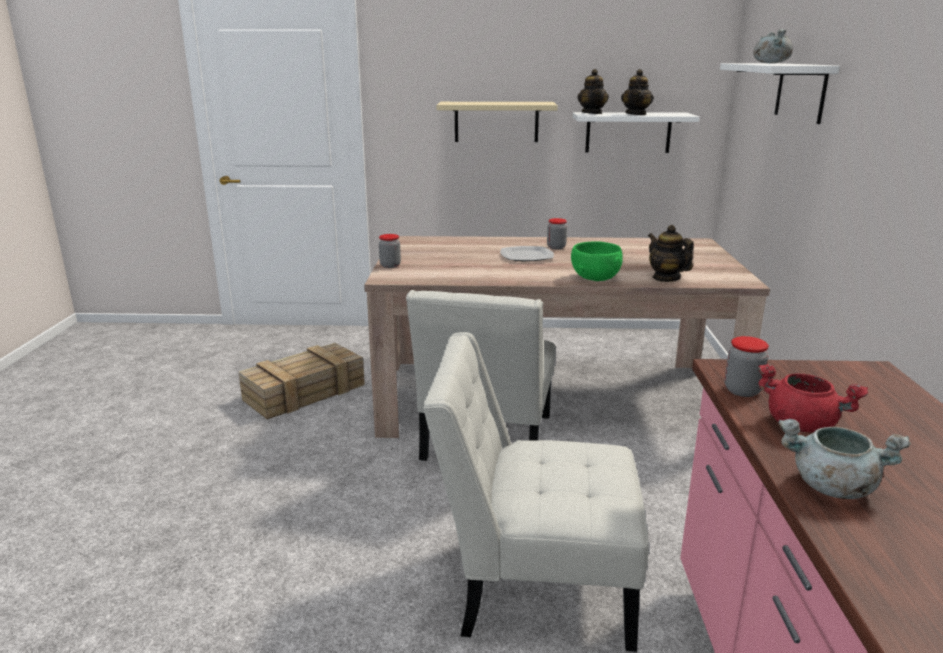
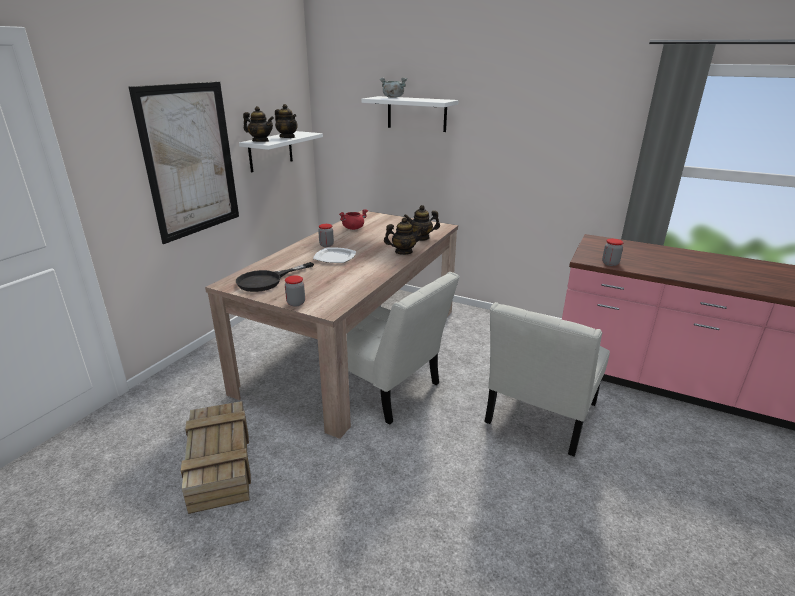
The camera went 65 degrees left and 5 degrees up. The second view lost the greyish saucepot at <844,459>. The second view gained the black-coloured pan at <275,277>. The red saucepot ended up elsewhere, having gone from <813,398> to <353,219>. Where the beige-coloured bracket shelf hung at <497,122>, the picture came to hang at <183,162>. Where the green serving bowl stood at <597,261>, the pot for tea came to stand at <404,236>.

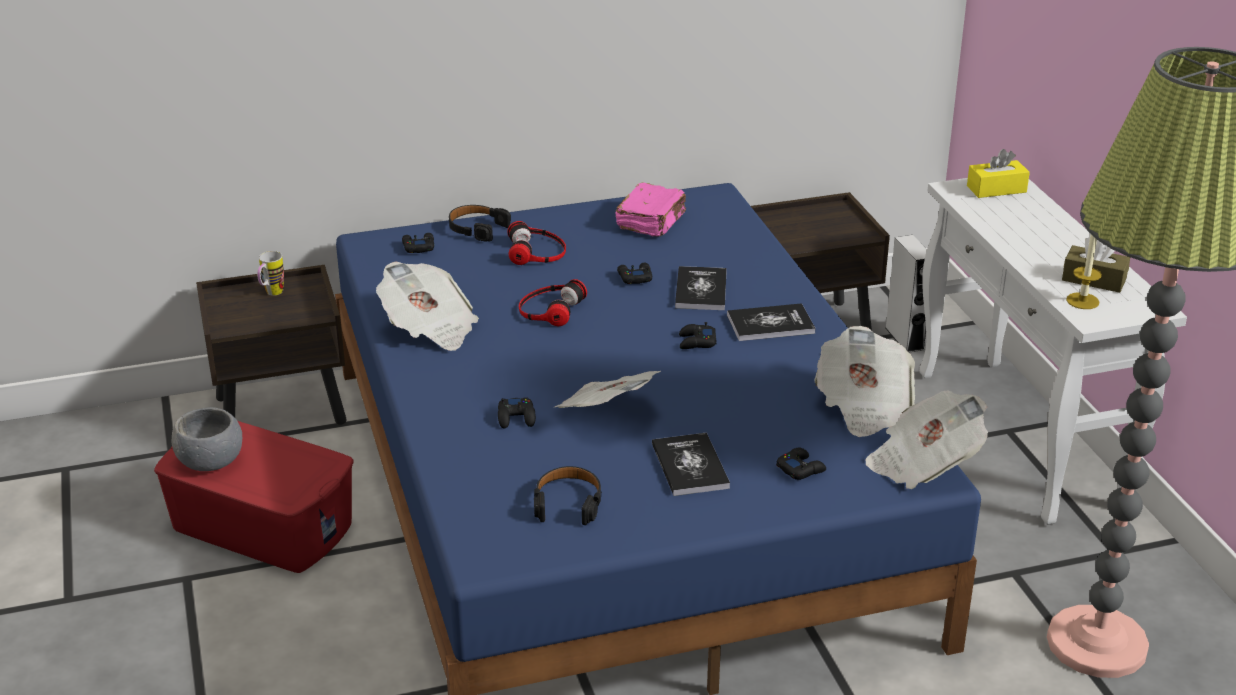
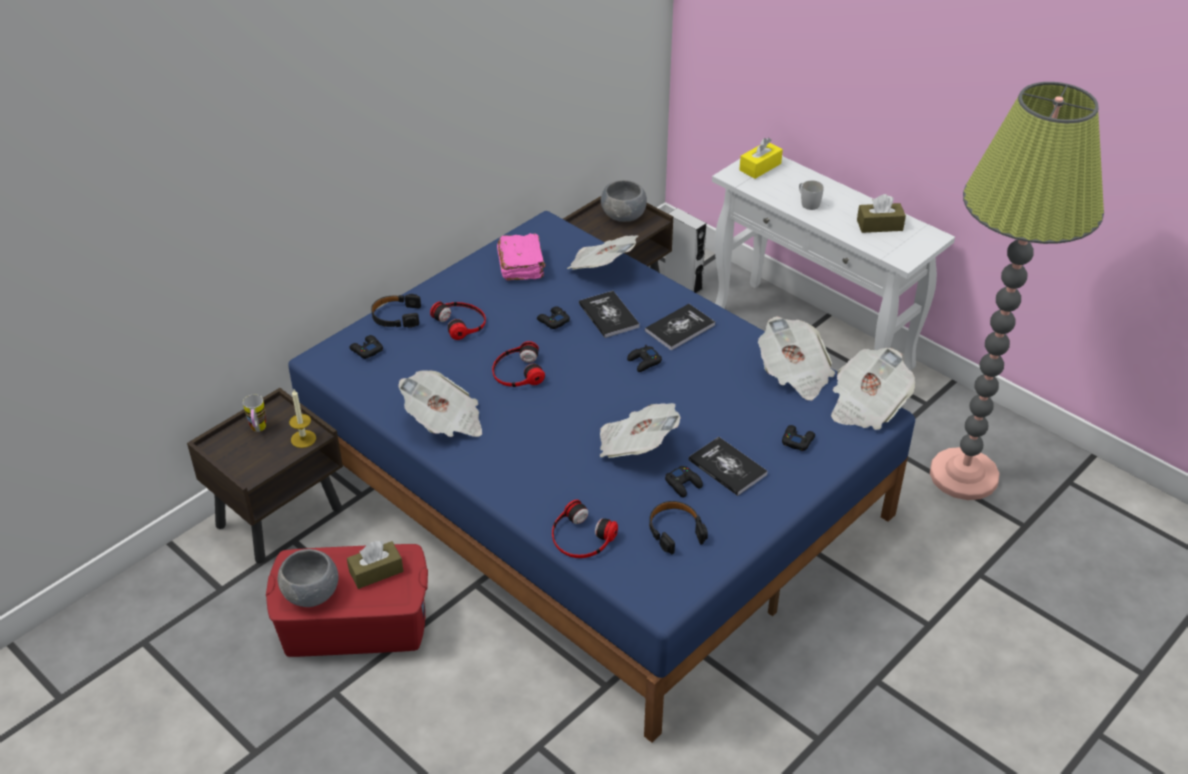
The camera went 30 degrees left and 10 degrees up. The second view gained the brownish tissue holder at <375,564>. The second view gained the headphones at <585,529>. The second view gained the printed paper at <602,252>. The second view gained the greyish serving bowl at <624,201>. The second view gained the whitish tea mug at <811,195>. The black-coloured joypad ended up elsewhere, having gone from <517,413> to <684,481>. The wax candle ended up elsewhere, having gone from <1084,272> to <302,418>.

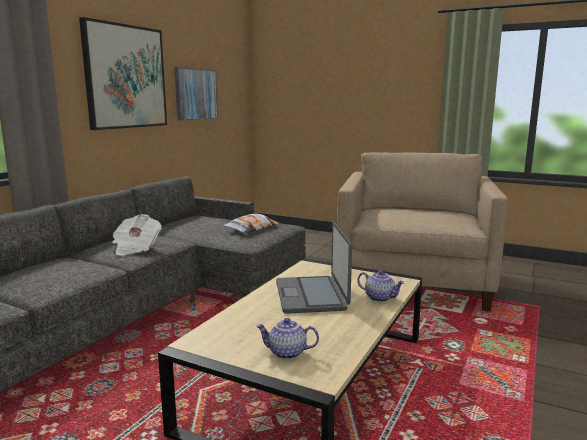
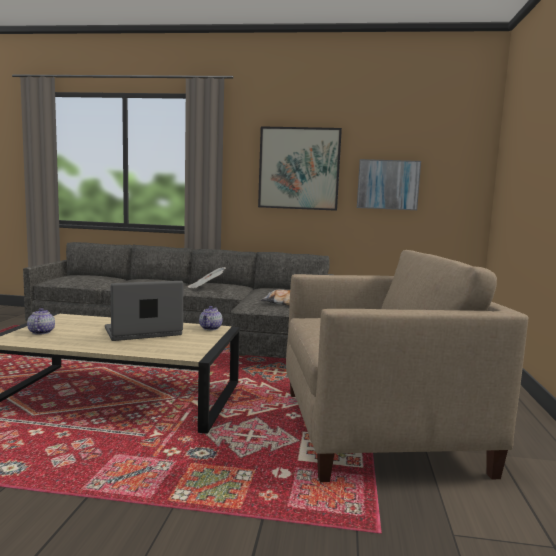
The camera went 70 degrees right and 5 degrees down. The pot for tea ended up elsewhere, having gone from <381,286> to <210,318>.

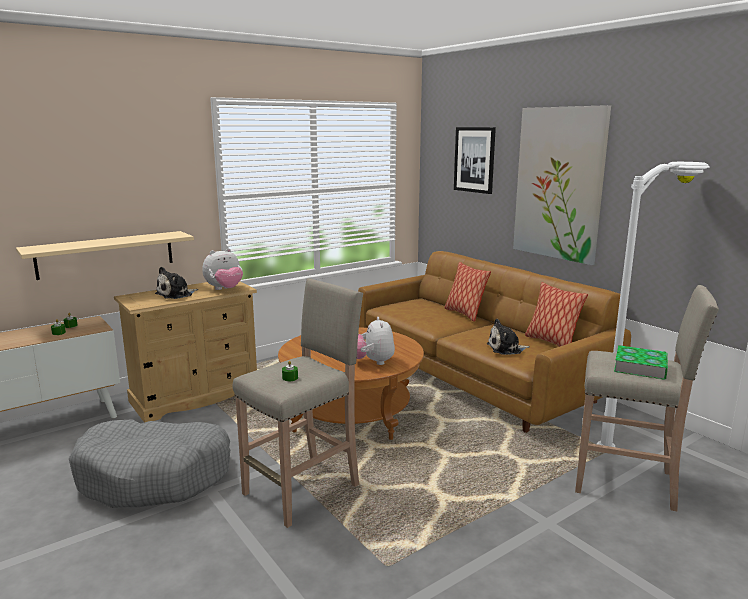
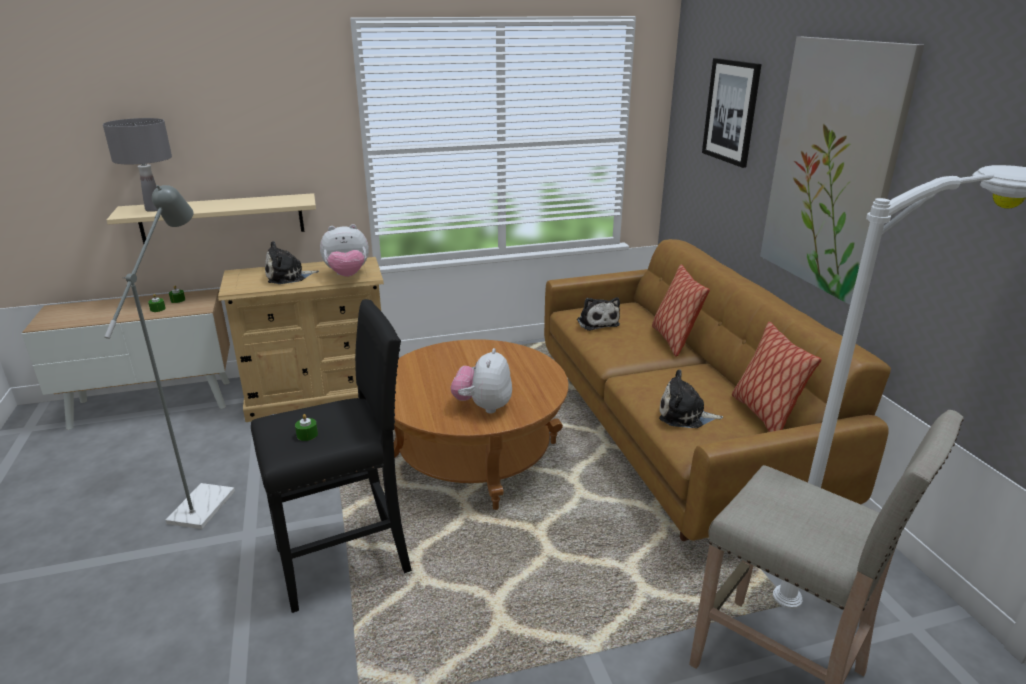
The camera went 20 degrees right and 10 degrees up. The second view lost the volume at <641,362>. The second view gained the greyish lamp for a table at <137,165>. The second view gained the cuddly toy at <598,314>. Where the greyish dog bed stood at <149,463>, the greyish standard lamp came to stand at <169,357>. What was the beige-coloured stool seat at <298,403> turned into the black-coloured stool seat at <331,456>.

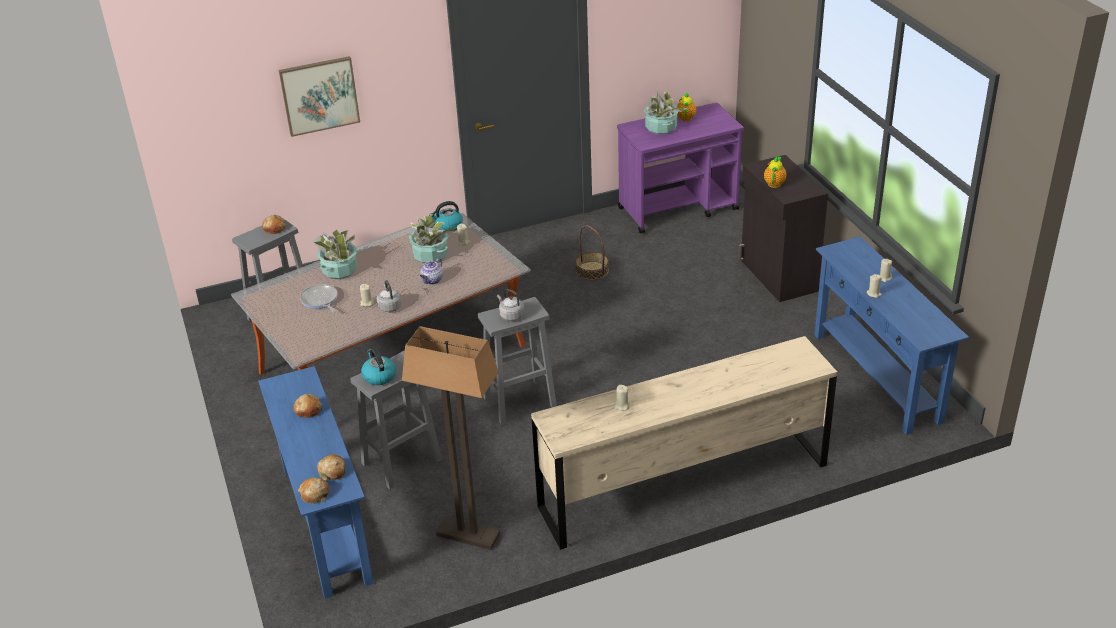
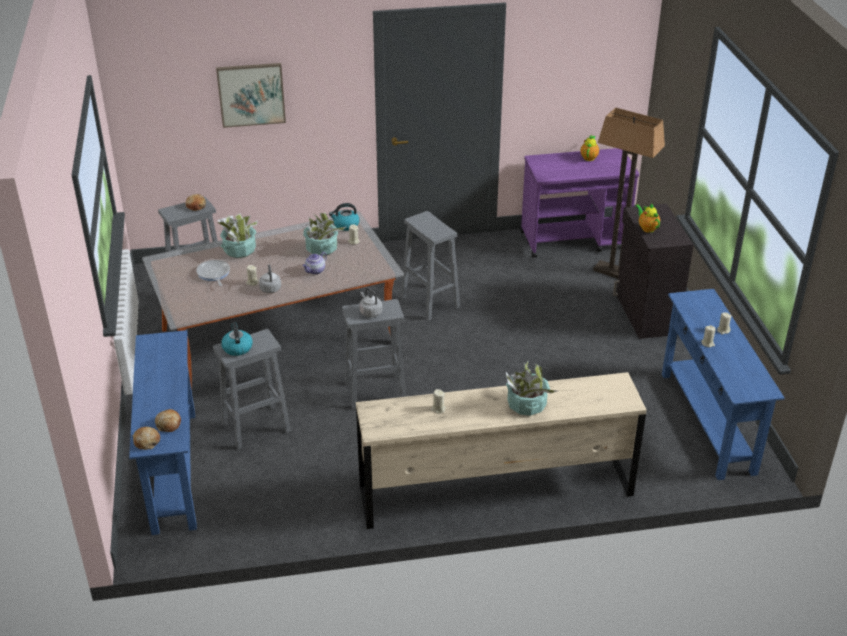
The camera went 10 degrees right and 0 degrees up. The second view lost the baked bread at <307,405>. The second view lost the basket at <592,252>. The second view gained the greyish stool seat at <430,266>. The standard lamp ended up elsewhere, having gone from <451,438> to <629,193>. The houseplant ended up elsewhere, having gone from <665,112> to <531,388>. The pot for tea at <775,172> ended up facing another way, 60 degrees counterclockwise from before.

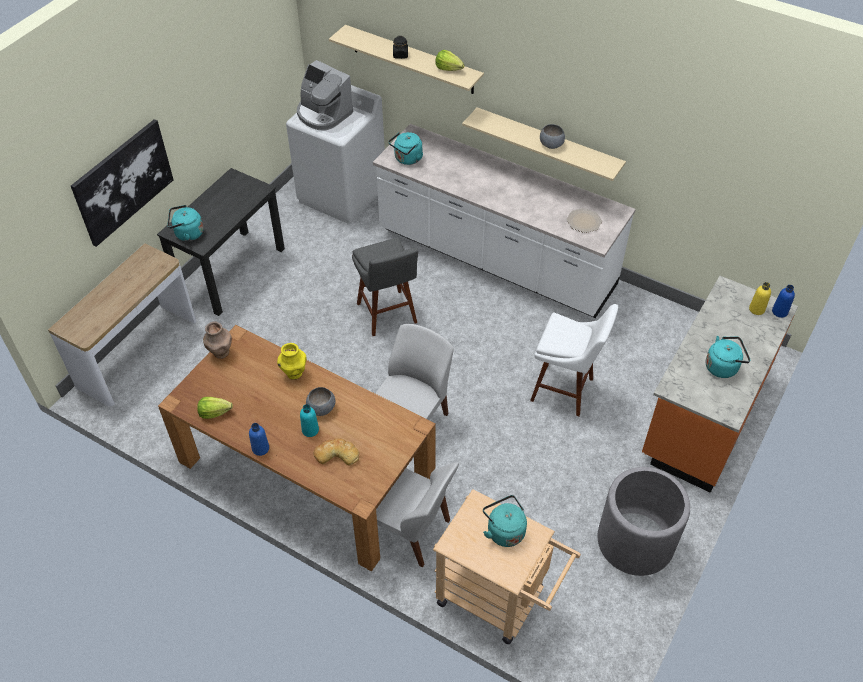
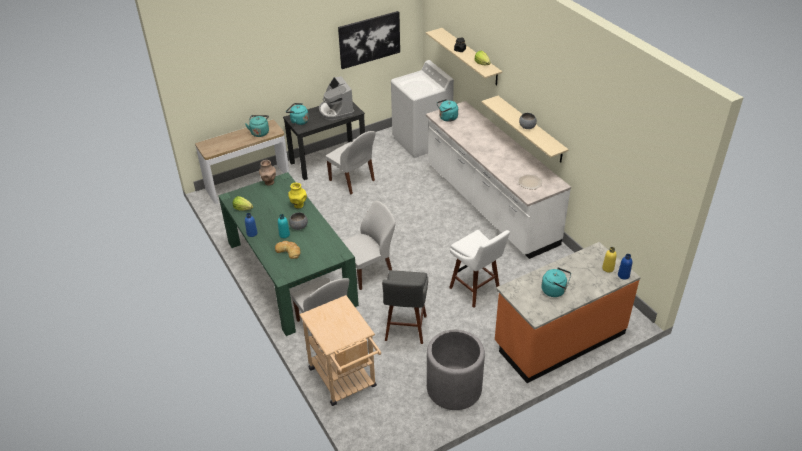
The camera went 30 degrees right and 10 degrees down. The second view gained the whitish upright chair at <351,163>. The picture ended up elsewhere, having gone from <122,183> to <369,40>. The coffee maker ended up elsewhere, having gone from <325,95> to <336,98>. The greyish stool seat ended up elsewhere, having gone from <385,287> to <405,307>. The blue-green kettle ended up elsewhere, having gone from <505,521> to <257,126>. What was the brownish kitchen table at <297,448> turned into the green kitchen table at <288,254>.

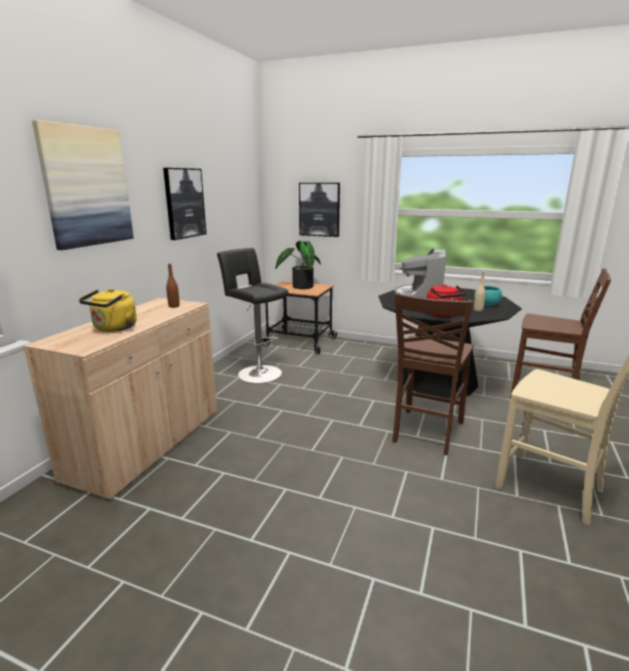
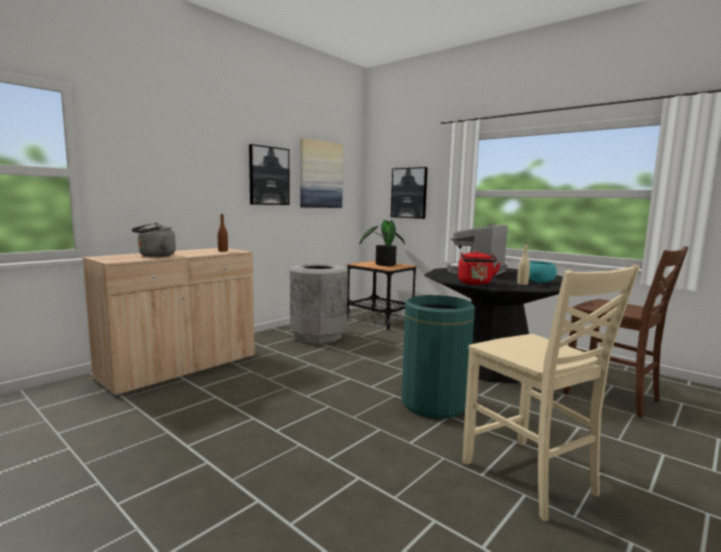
The camera went 20 degrees right and 10 degrees down. The picture ended up elsewhere, having gone from <83,185> to <321,173>. Where the black-coloured stool seat stood at <253,315>, the greyish rubbish bin came to stand at <319,303>. Where the brownish upright chair stood at <433,374>, the green rubbish bin came to stand at <438,357>. What was the yellow-coloured kettle at <108,310> turned into the greyish kettle at <154,239>.

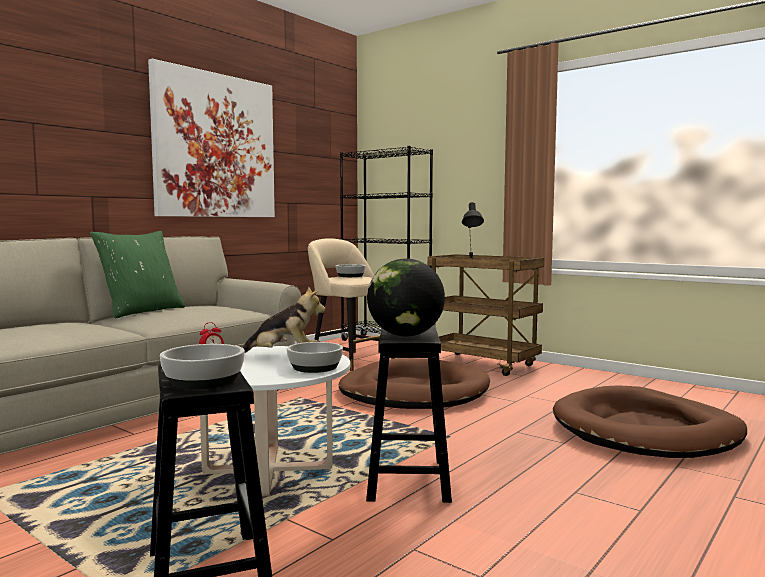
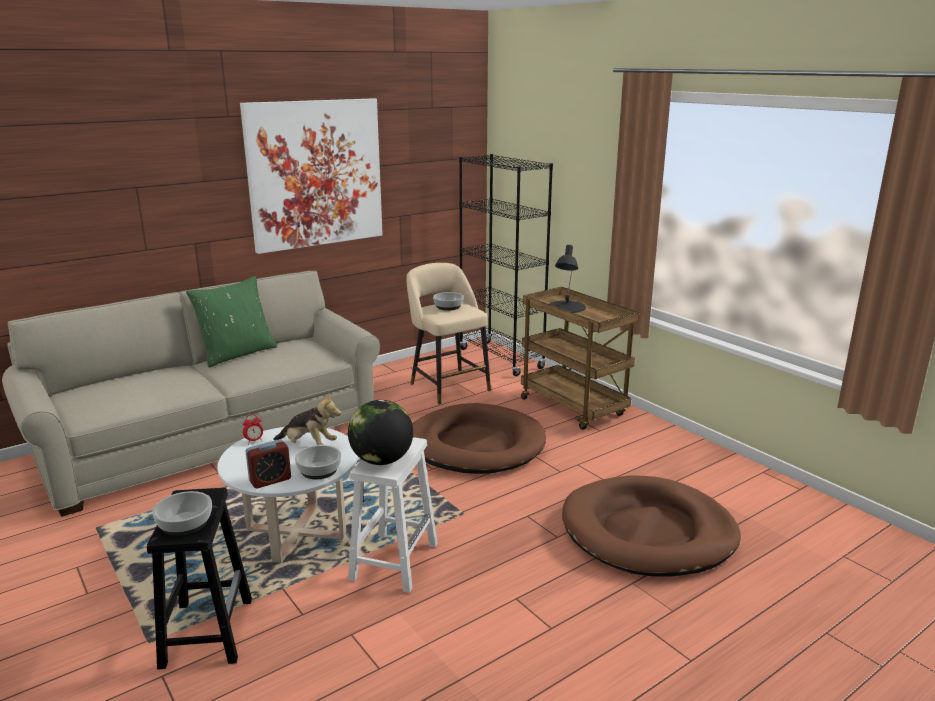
The camera went 15 degrees right and 15 degrees up. The second view gained the alarm clock at <268,464>. What was the black-coloured stool seat at <409,414> turned into the whitish stool seat at <393,515>.

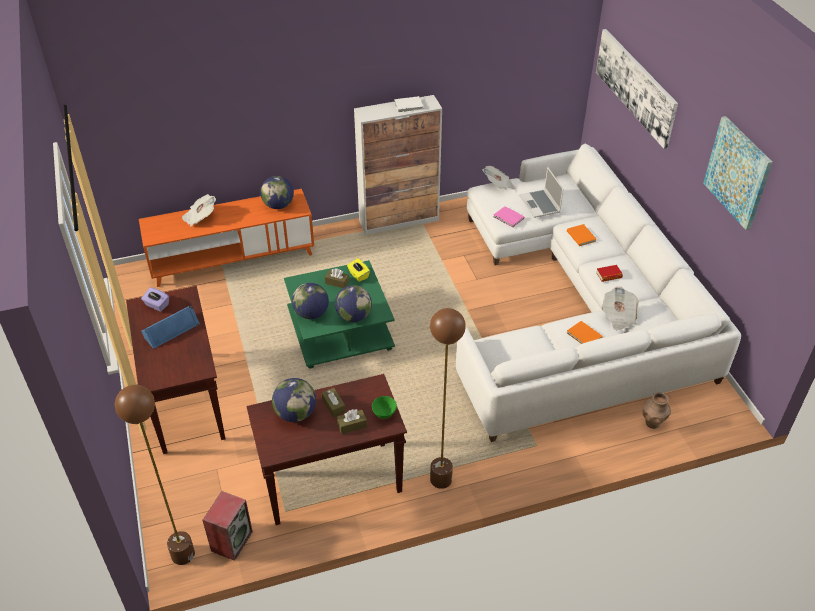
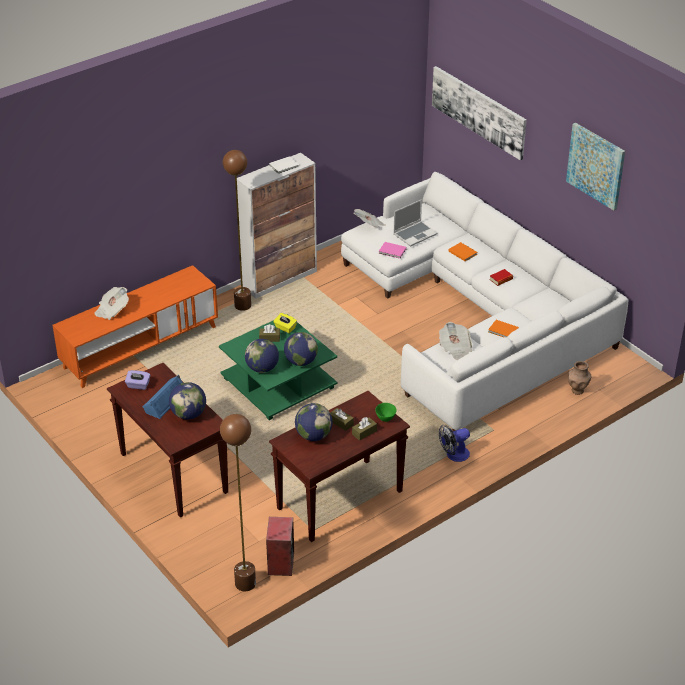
The camera went 20 degrees left and 5 degrees down. The second view gained the fan at <454,443>. The world globe ended up elsewhere, having gone from <277,192> to <187,401>. The brownish standard lamp ended up elsewhere, having gone from <448,398> to <237,230>. The printed paper ended up elsewhere, having gone from <620,308> to <456,341>. The notebook computer at <541,192> ended up facing another way, 90 degrees counterclockwise from before.

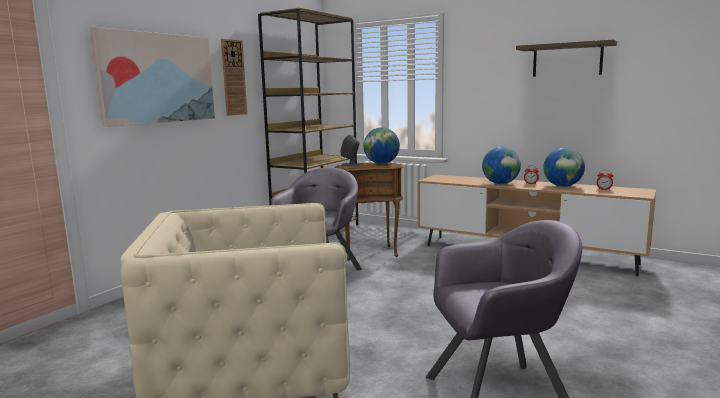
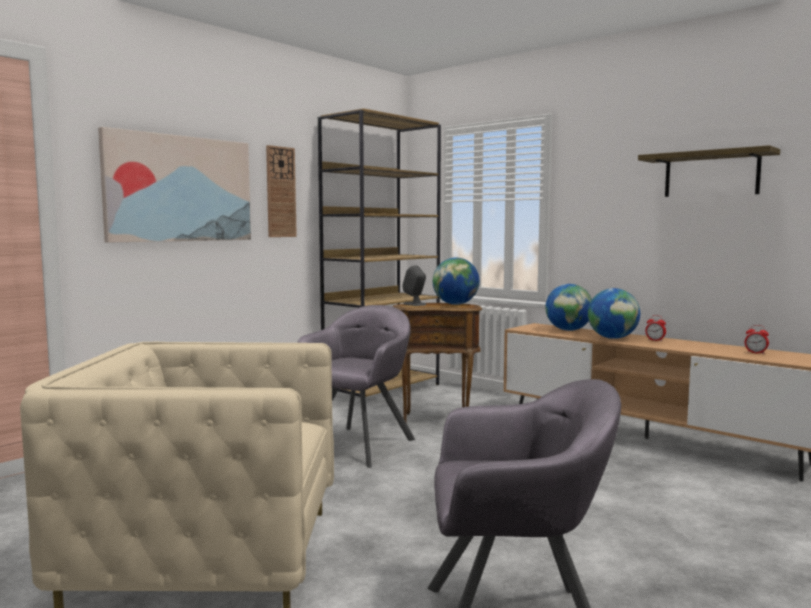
The camera went 10 degrees right and 5 degrees down. The world globe ended up elsewhere, having gone from <564,167> to <568,307>.

